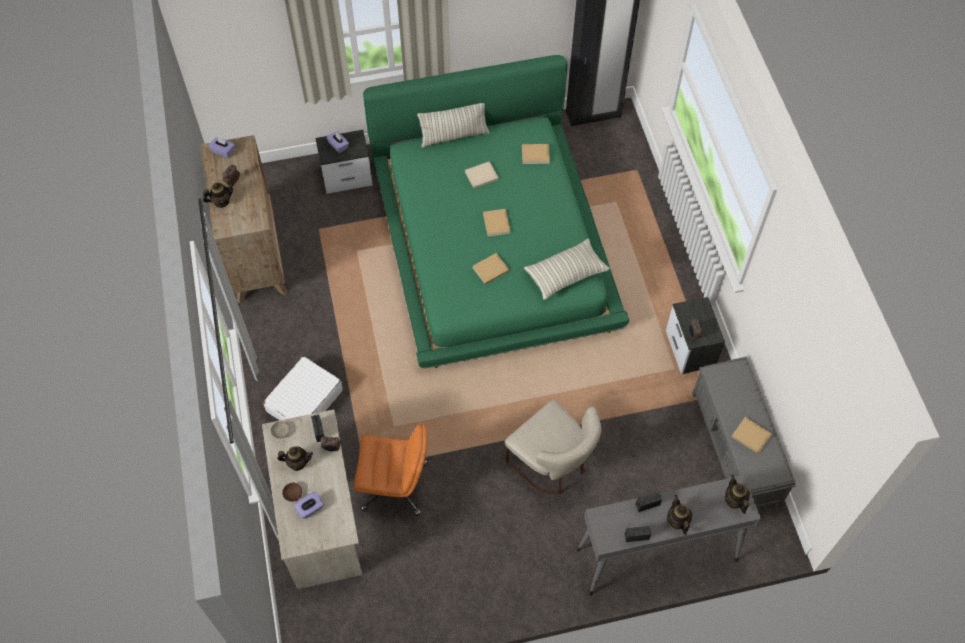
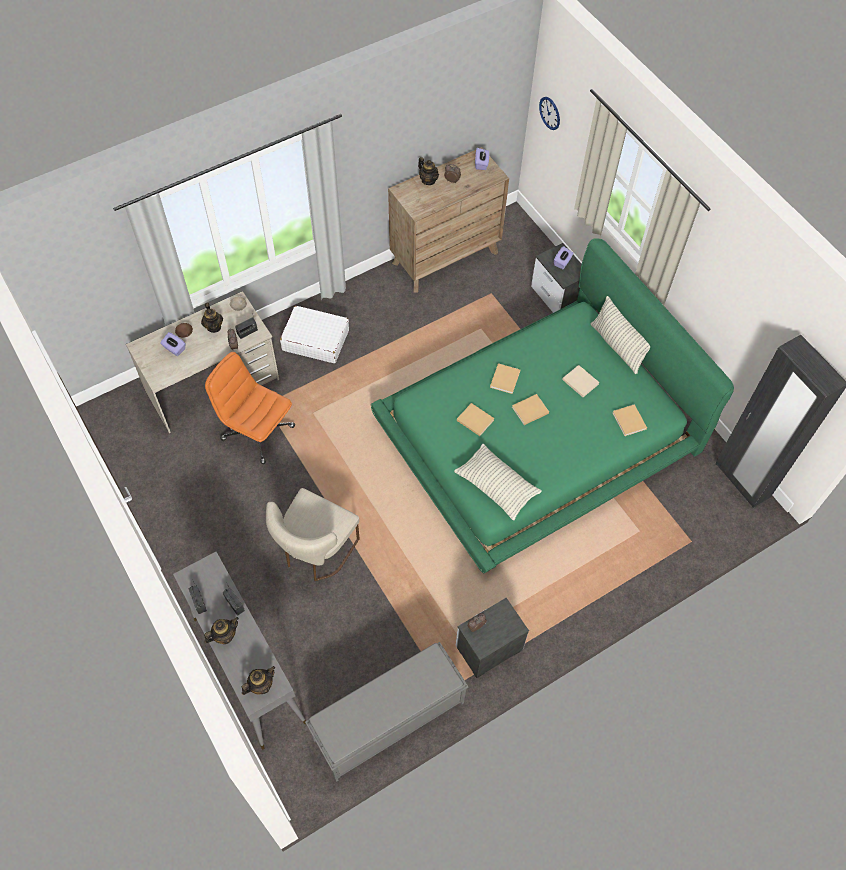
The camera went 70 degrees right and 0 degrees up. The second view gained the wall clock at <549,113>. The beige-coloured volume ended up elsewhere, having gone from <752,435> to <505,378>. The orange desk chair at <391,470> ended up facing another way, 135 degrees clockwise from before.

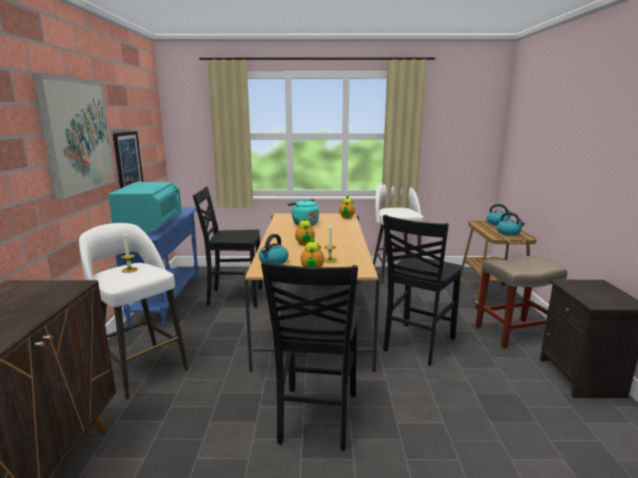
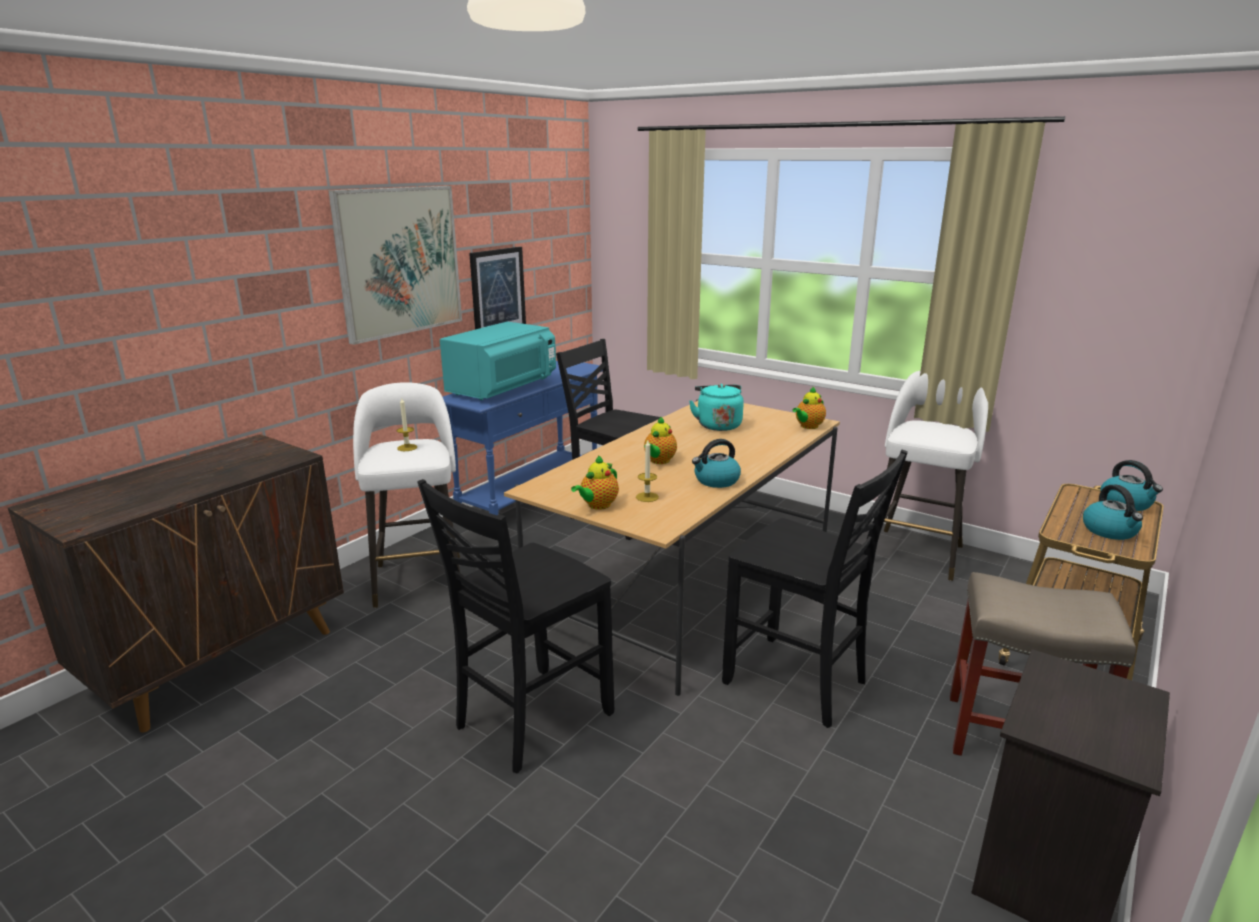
The camera went 35 degrees right and 5 degrees up. The kettle ended up elsewhere, having gone from <274,249> to <716,463>. The black-coloured upright chair at <423,290> ended up facing another way, 120 degrees counterclockwise from before.

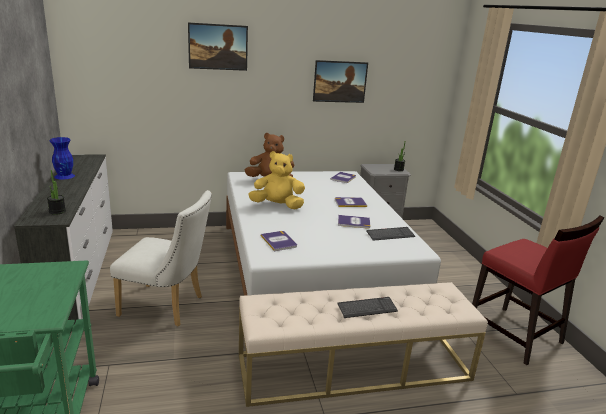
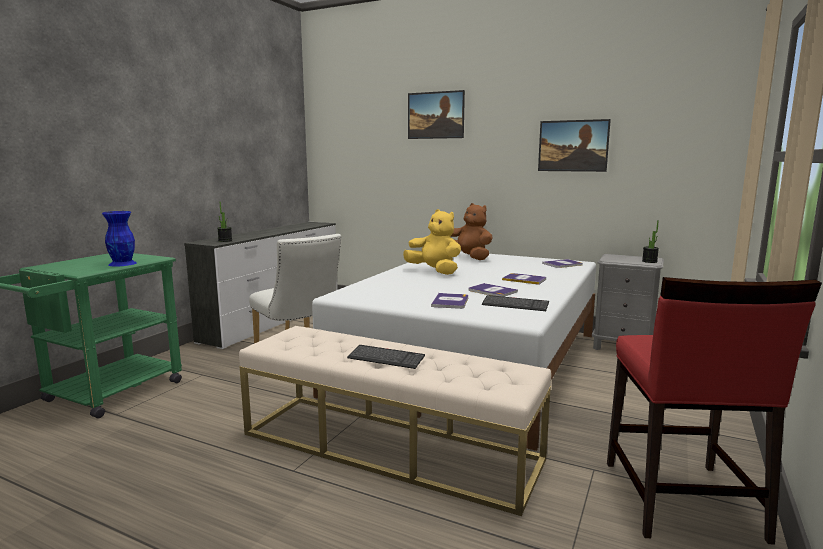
The camera went 40 degrees right and 10 degrees down. The blue-coloured flower vase ended up elsewhere, having gone from <62,158> to <119,239>. The volume ended up elsewhere, having gone from <279,241> to <449,301>.

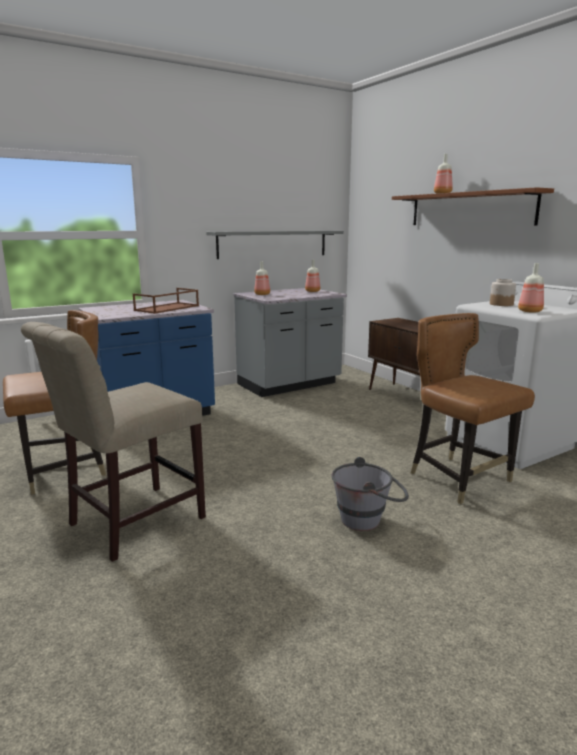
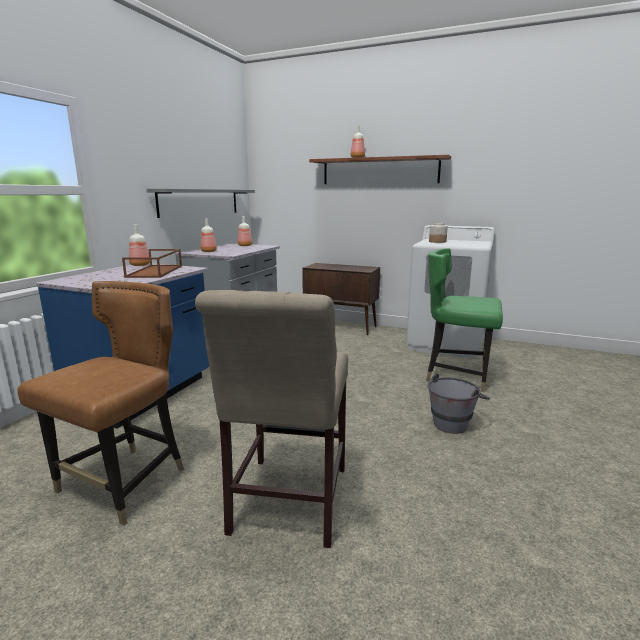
The camera went 35 degrees left and 0 degrees up. The beverage bottle ended up elsewhere, having gone from <531,288> to <139,245>. What was the brownish upright chair at <473,408> turned into the green upright chair at <464,320>.

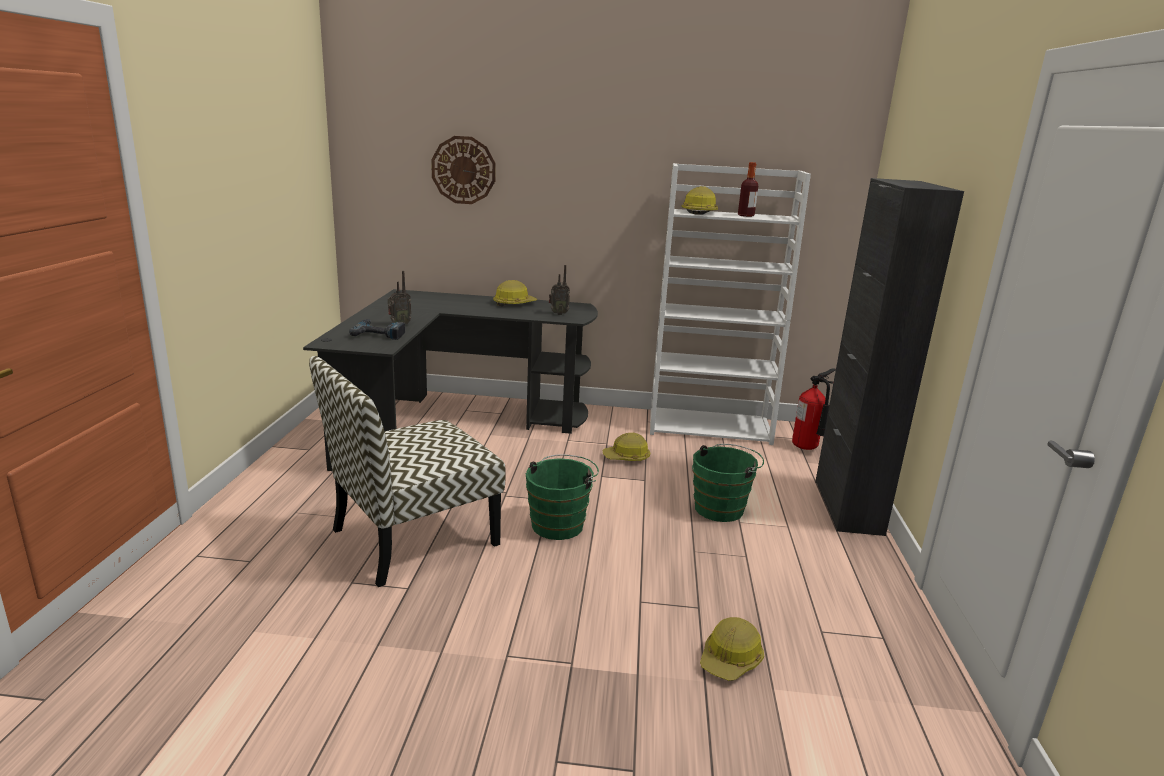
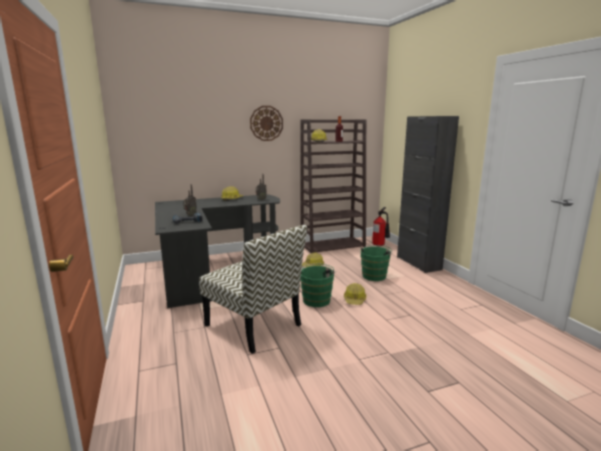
The camera went 25 degrees left and 5 degrees down. The wall clock ended up elsewhere, having gone from <463,170> to <266,123>. The work helmet ended up elsewhere, having gone from <732,649> to <355,294>. What was the whitish bookcase at <730,304> turned into the brownish bookcase at <333,186>. The upright chair at <407,471> ended up facing another way, 75 degrees counterclockwise from before.

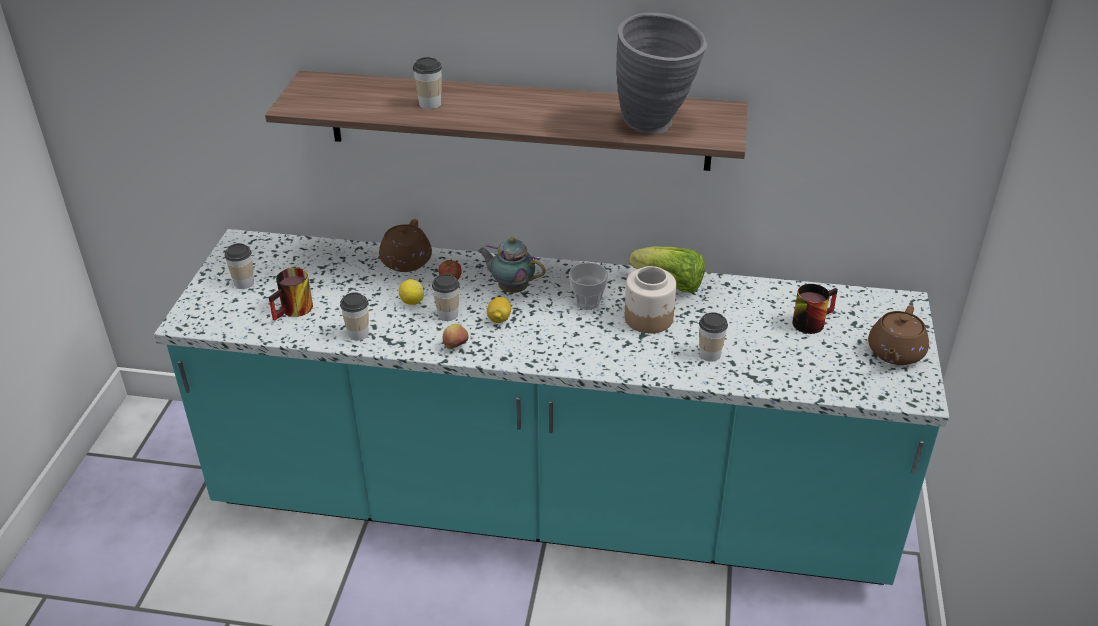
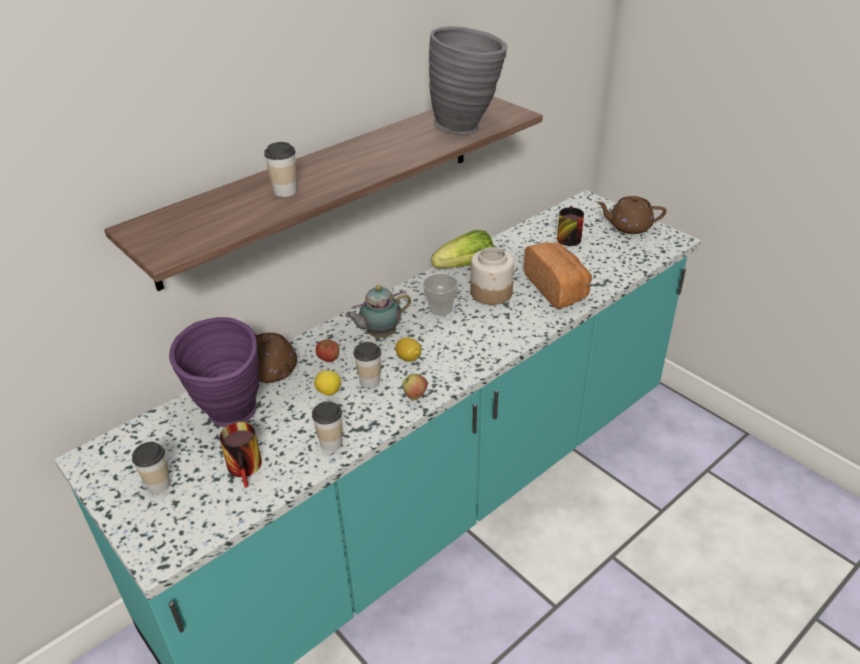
The camera went 50 degrees left and 0 degrees up. The second view gained the purple-coloured flower vase at <214,372>. Where the cup stood at <713,337>, the baked bread came to stand at <558,275>. The brownish pot for tea at <898,335> ended up facing another way, 120 degrees clockwise from before.

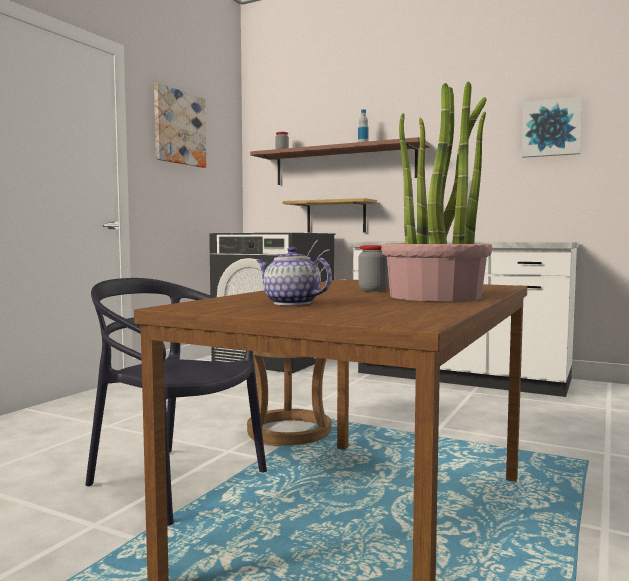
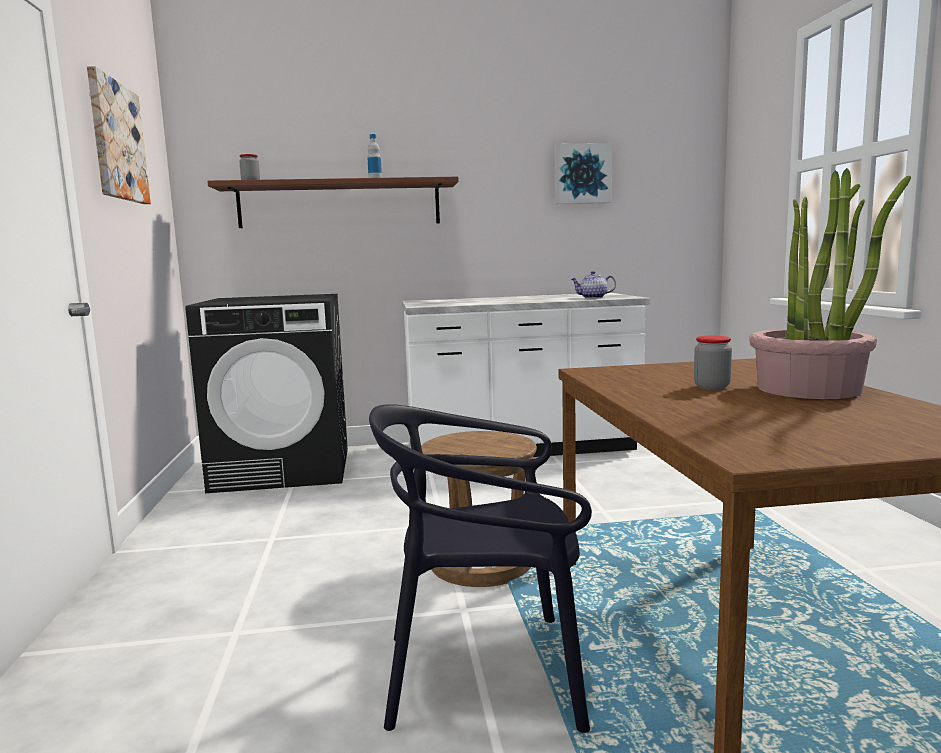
The camera went 35 degrees left and 5 degrees up. The second view lost the bracket shelf at <330,215>. The pot for tea ended up elsewhere, having gone from <294,276> to <593,285>.

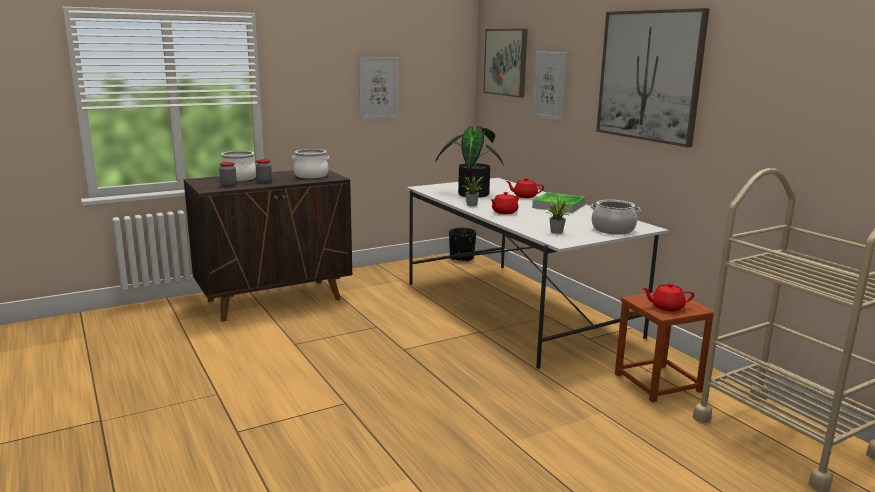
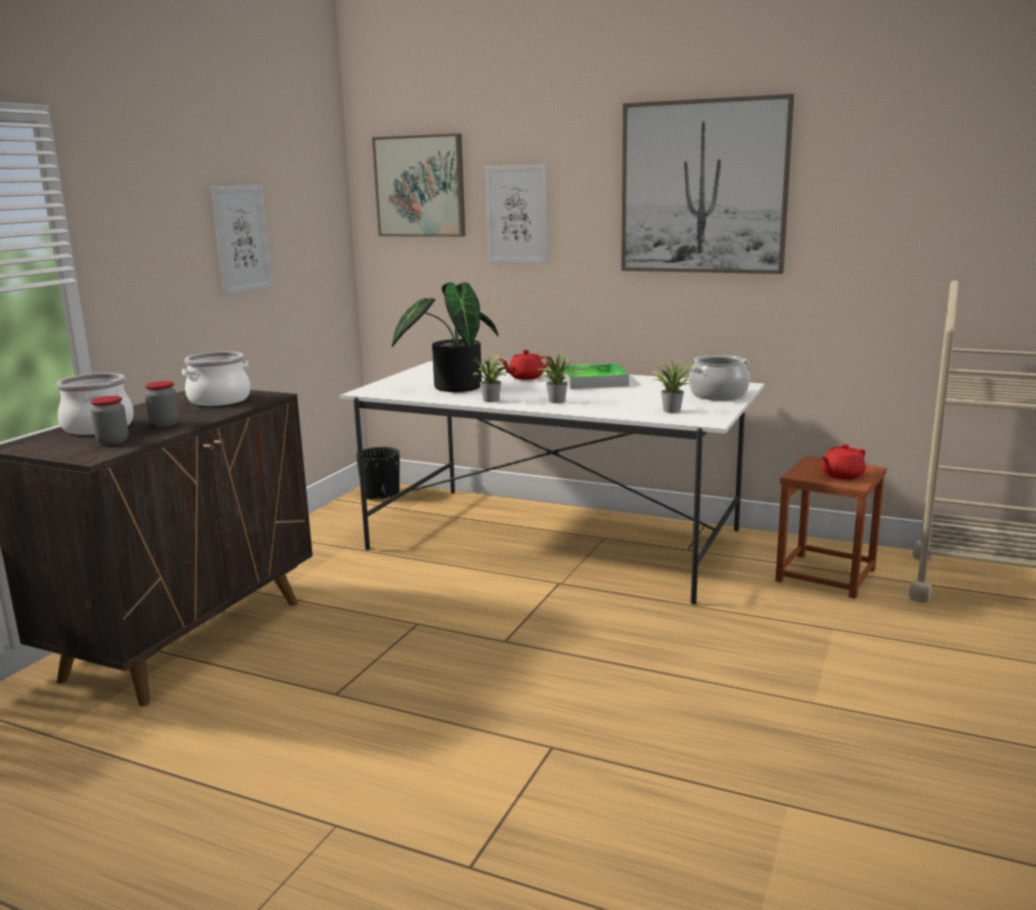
The camera went 35 degrees left and 0 degrees up. Where the red pot for tea stood at <505,203>, the houseplant came to stand at <554,378>.

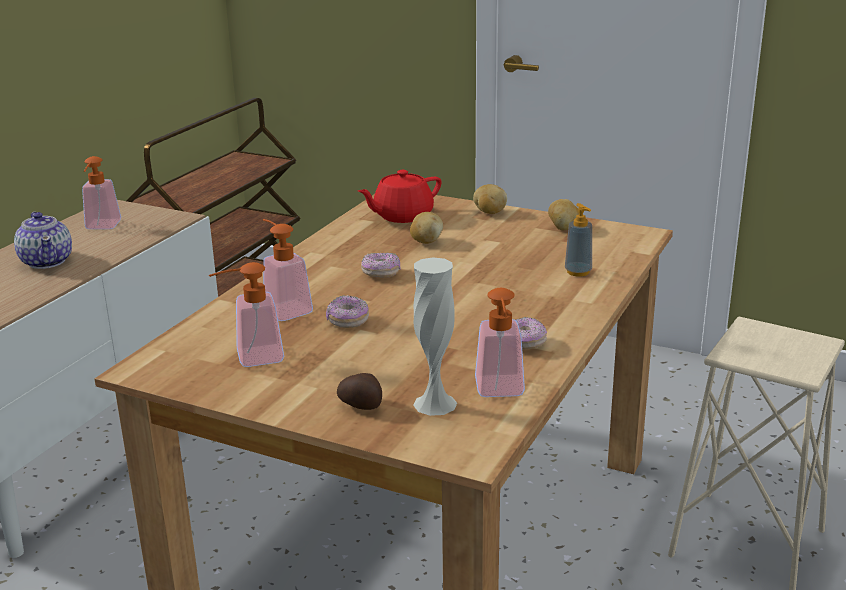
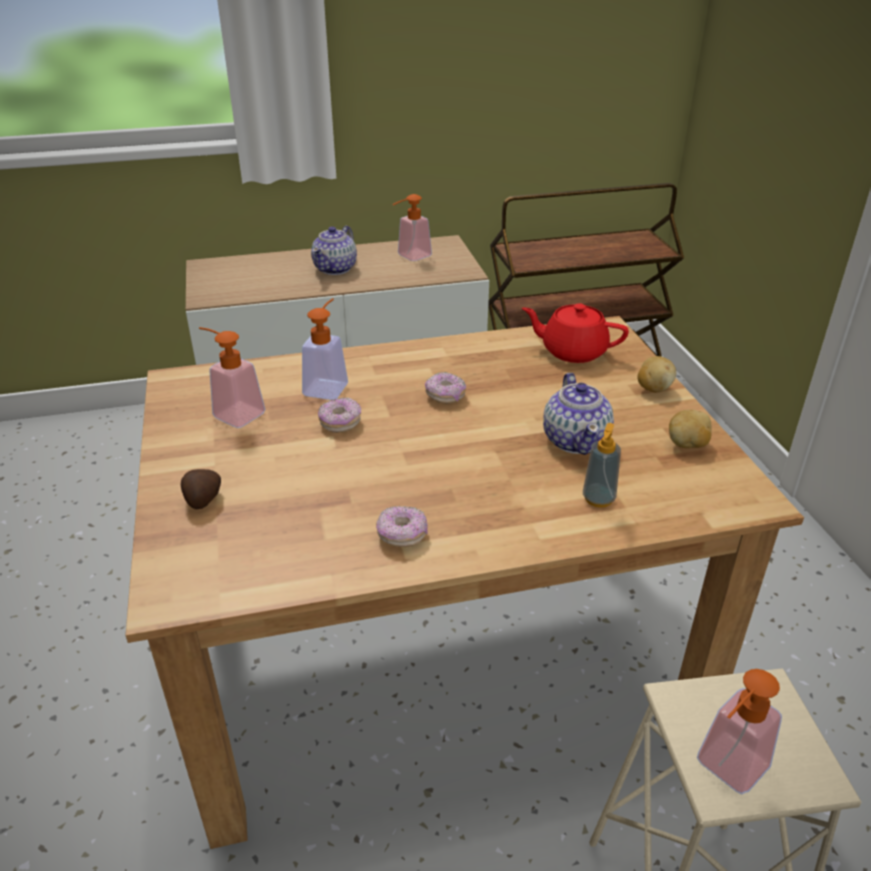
The camera went 50 degrees right and 10 degrees up. The second view lost the potato at <426,228>. The second view lost the whitish flower vase at <435,336>. The second view gained the pot for tea at <578,414>. The soap bottle ended up elsewhere, having gone from <500,342> to <739,731>.

